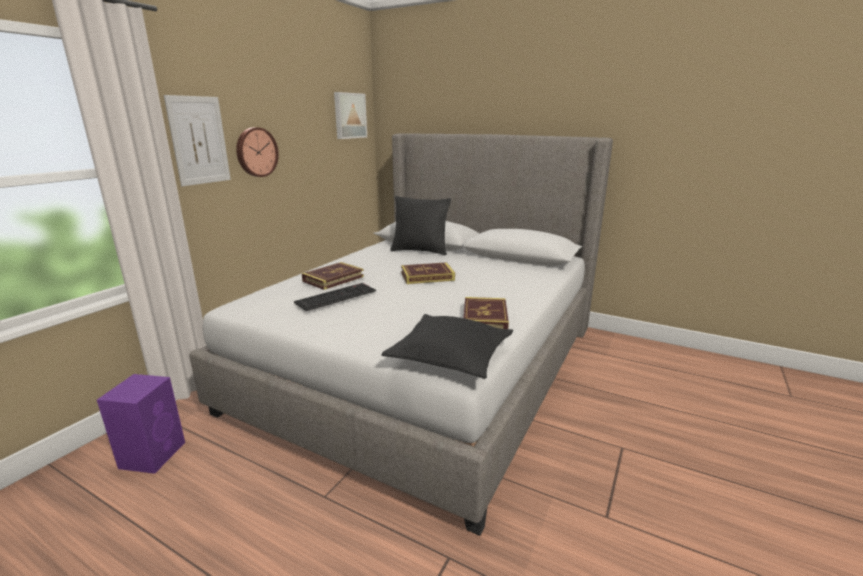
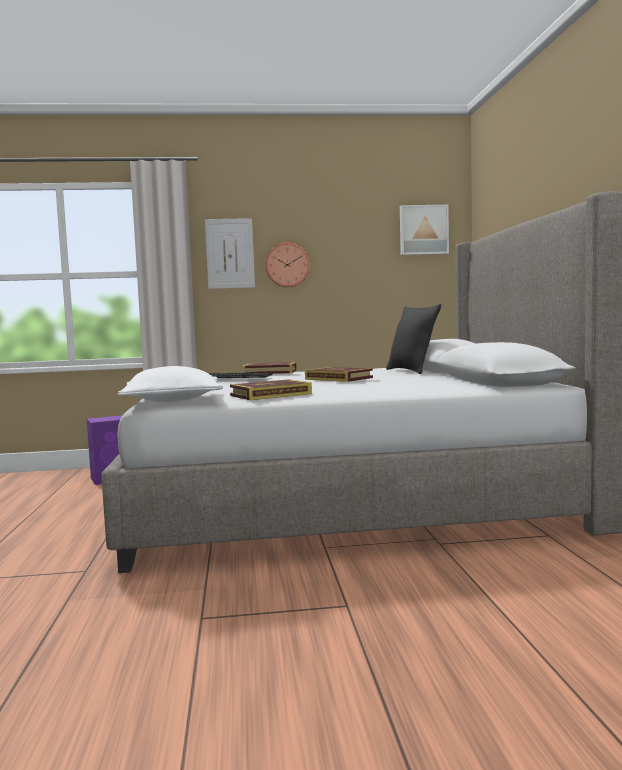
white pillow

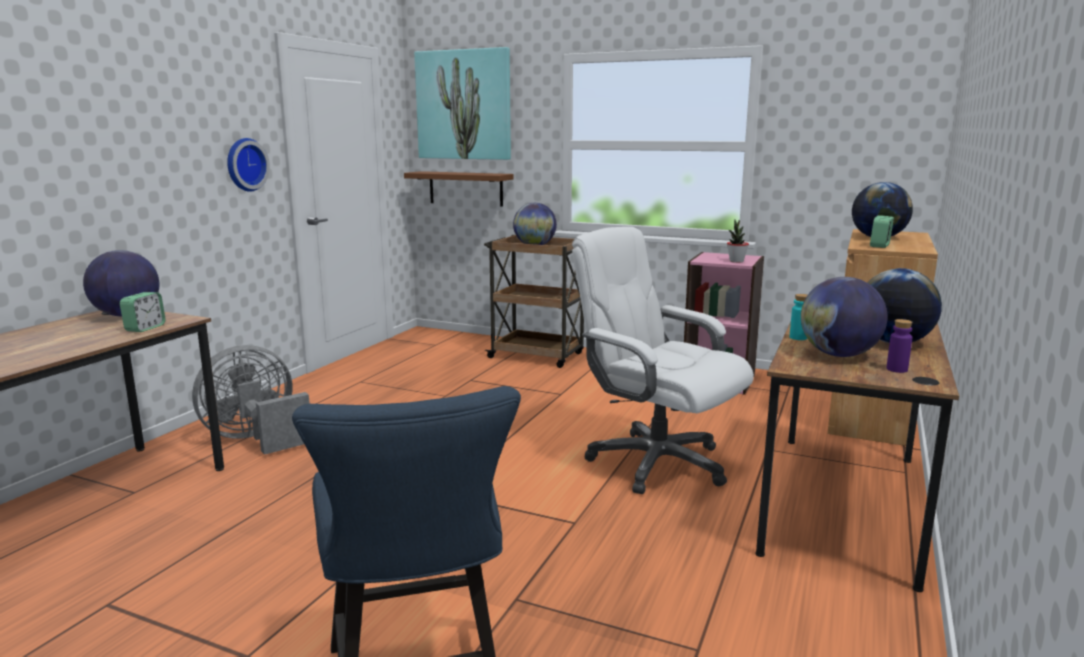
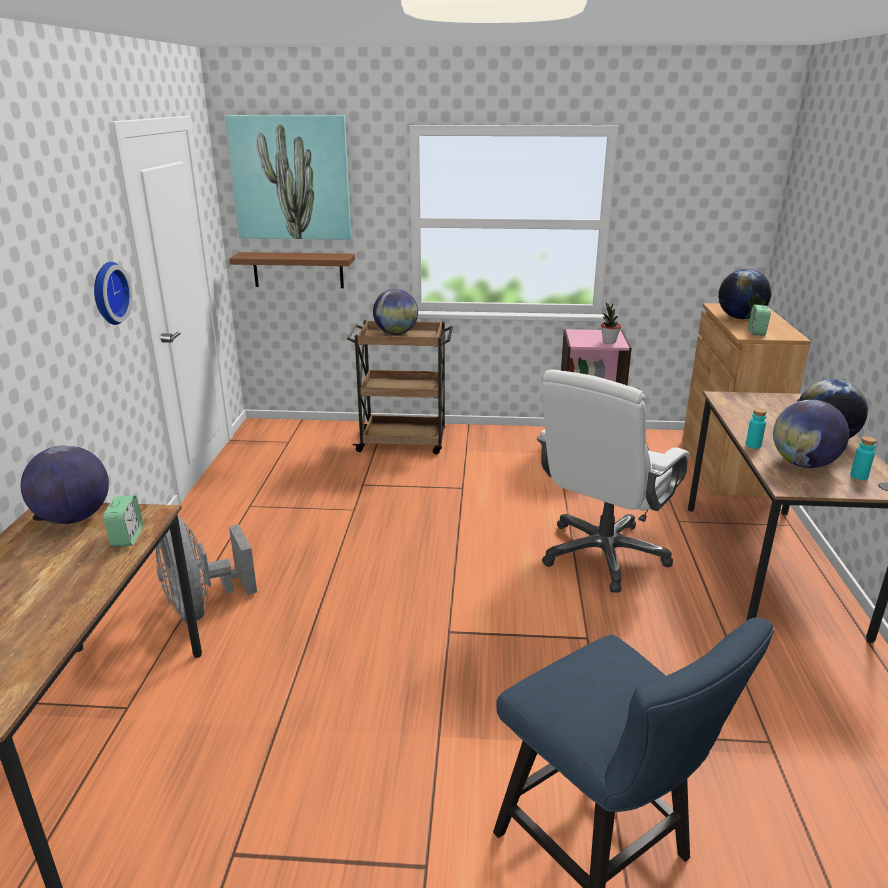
white office chair; turquoise bottle (no. 2 from left); grey fan

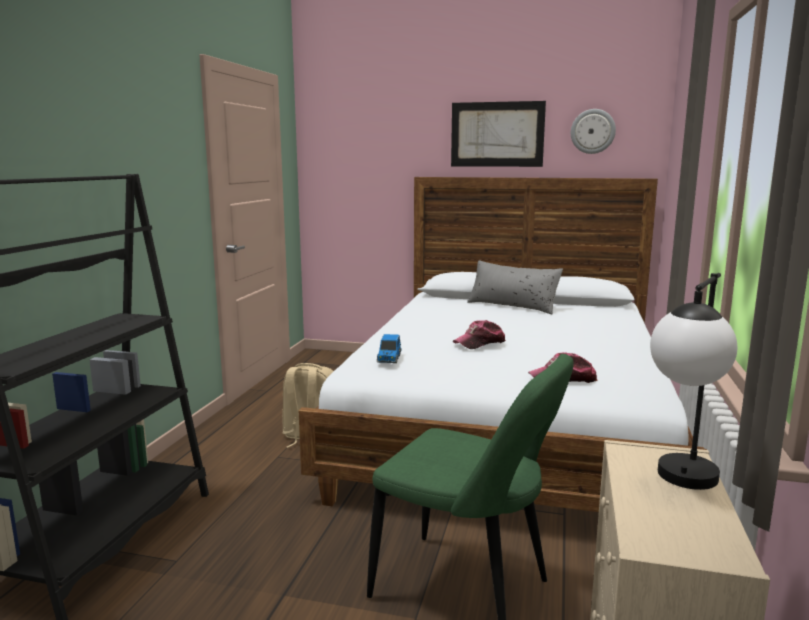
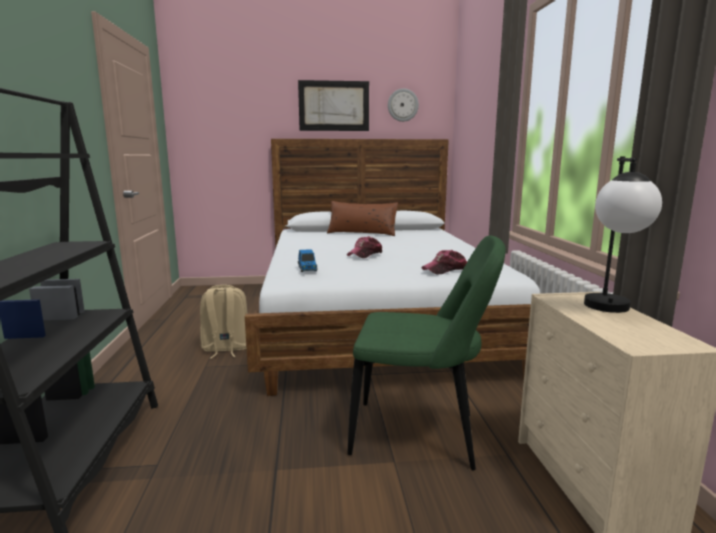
brown pillow

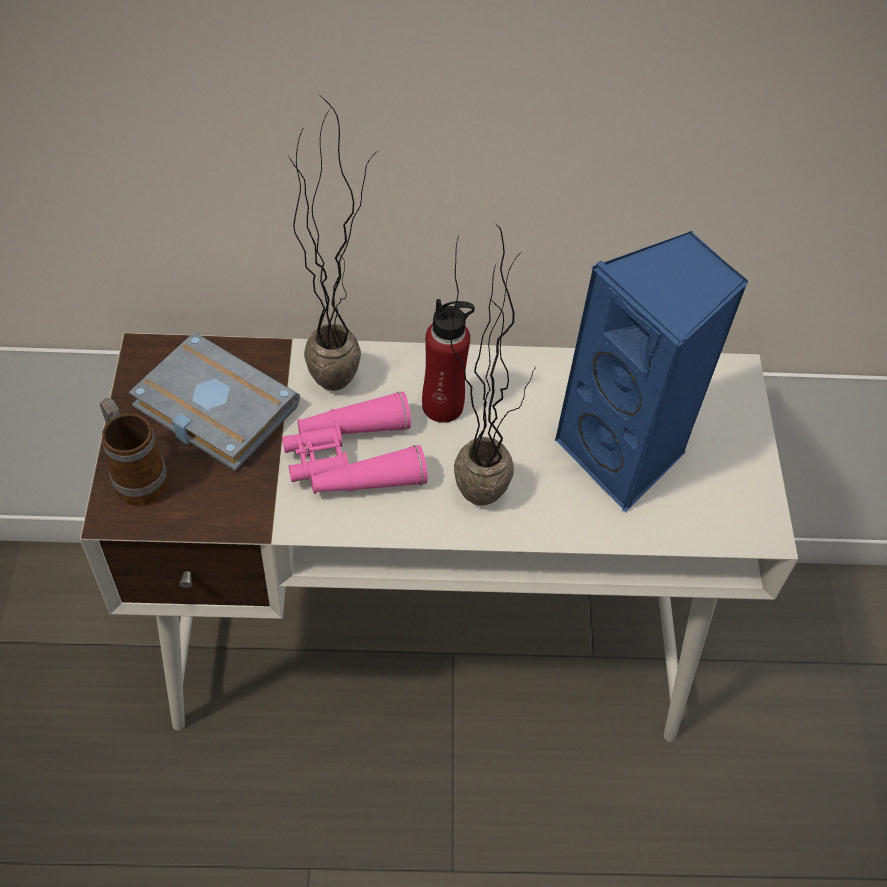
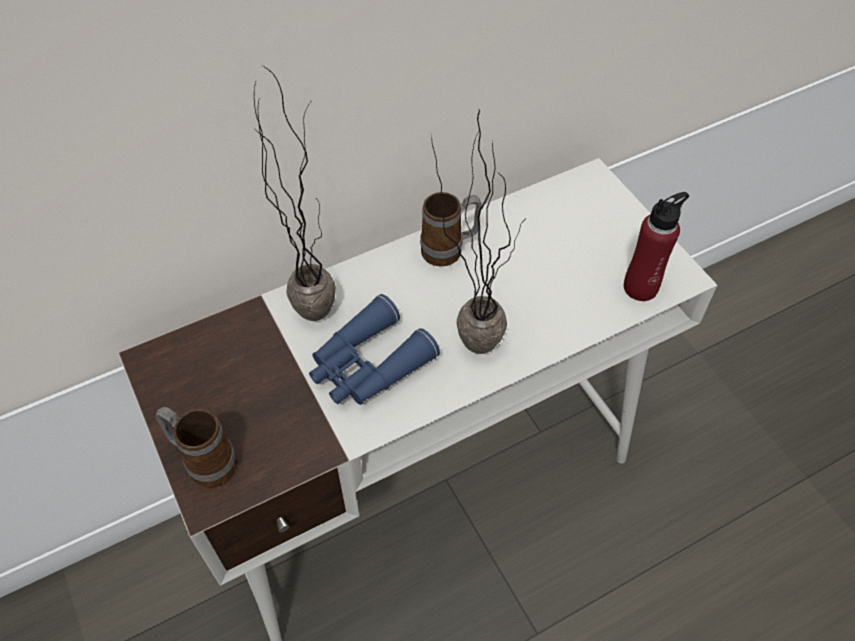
blue speaker; red bottle; grey book; blue binoculars; mug (no. 2 from left)

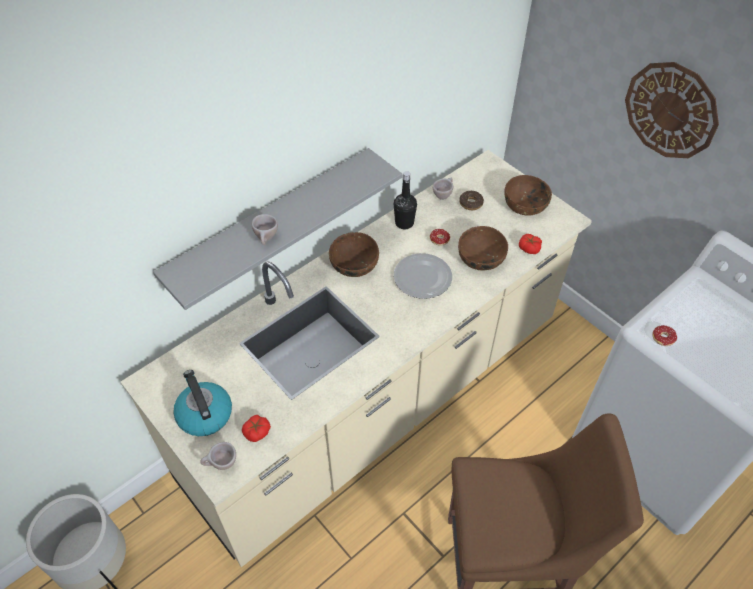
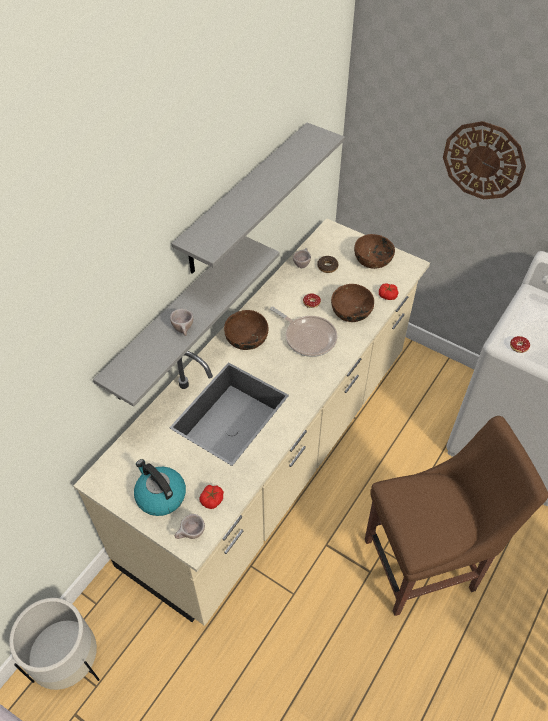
black bottle; frying pan; grey shelf (no. 2 from left)

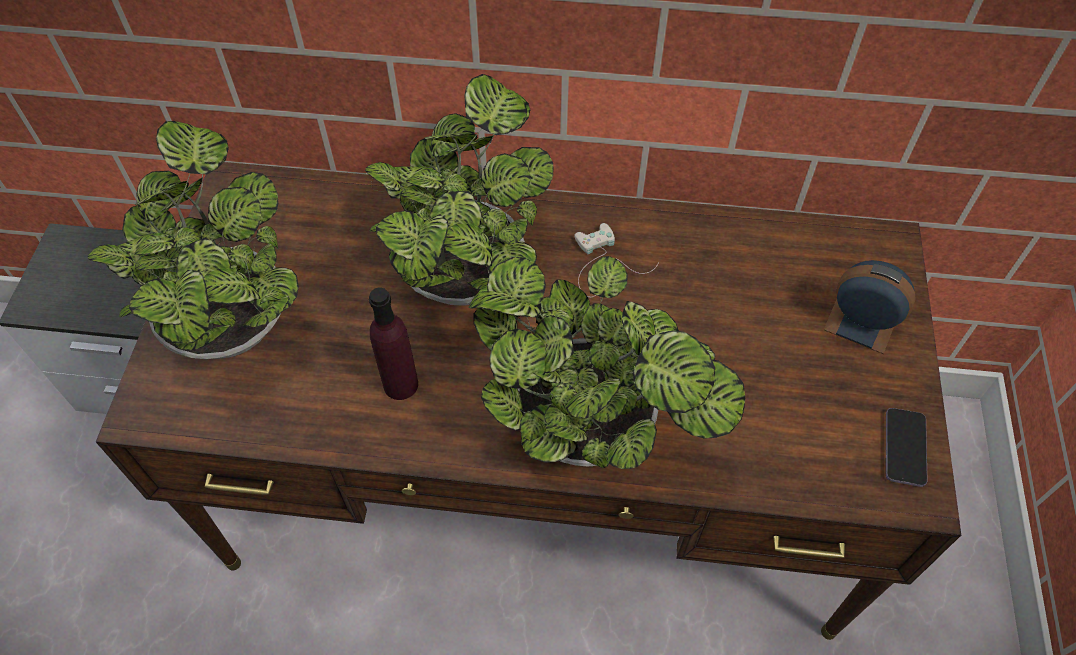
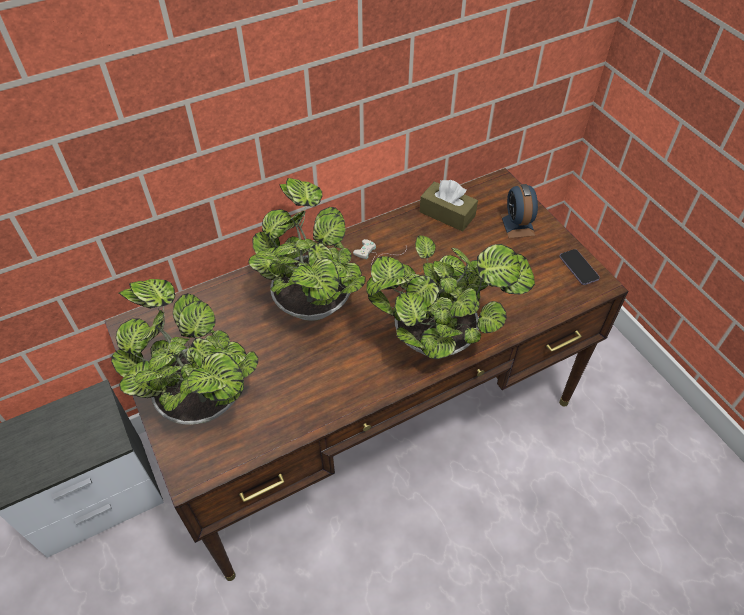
alarm clock; purple bottle; brown tissue box

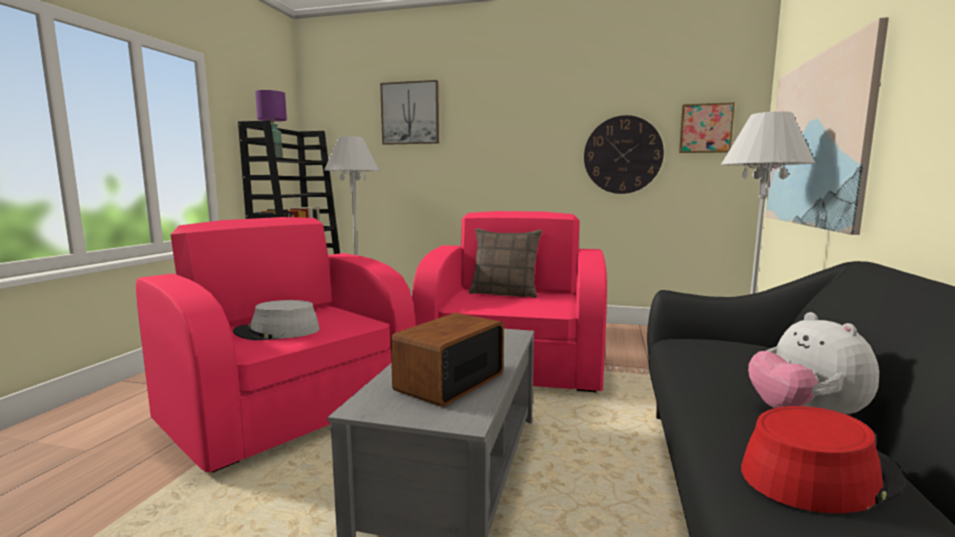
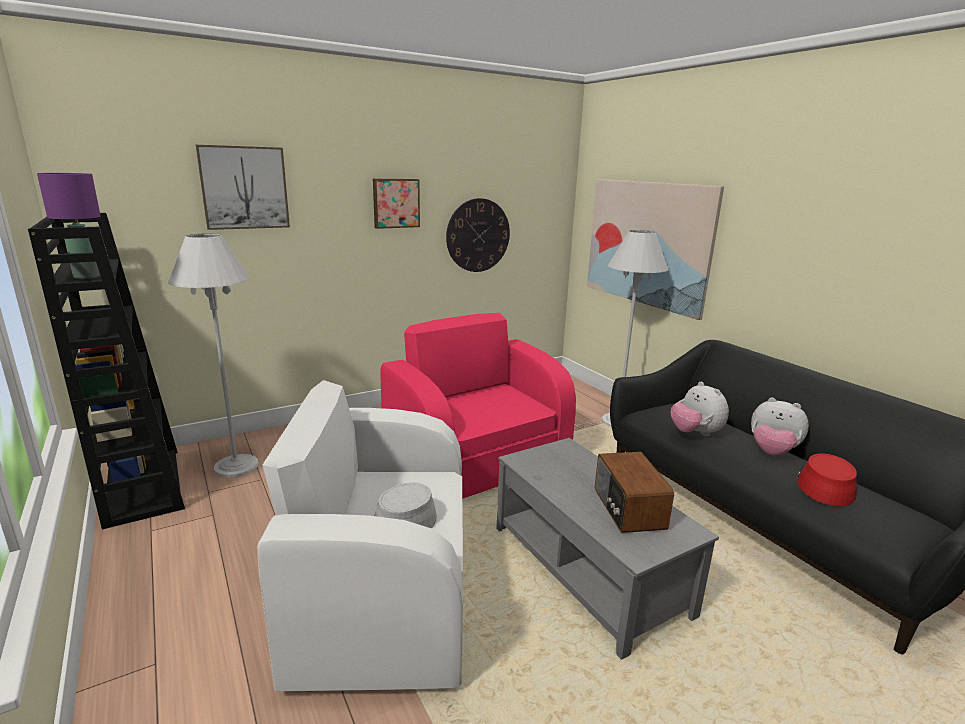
picture (no. 2 from left); white armchair; pillow; plush toy (no. 1 from left)

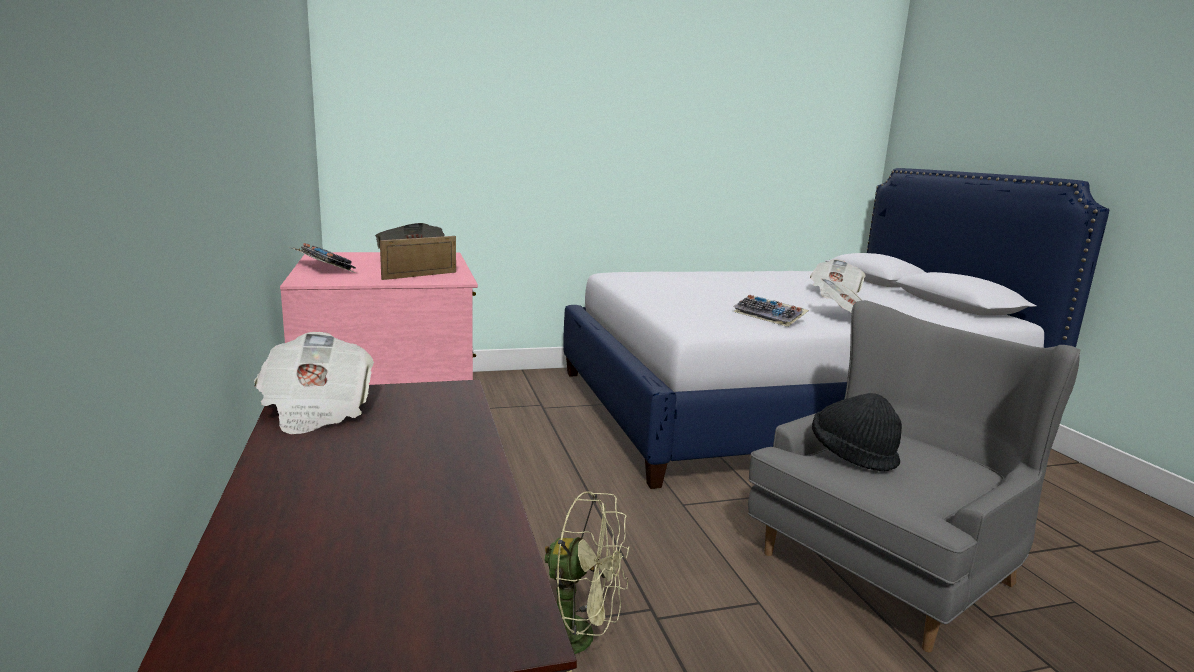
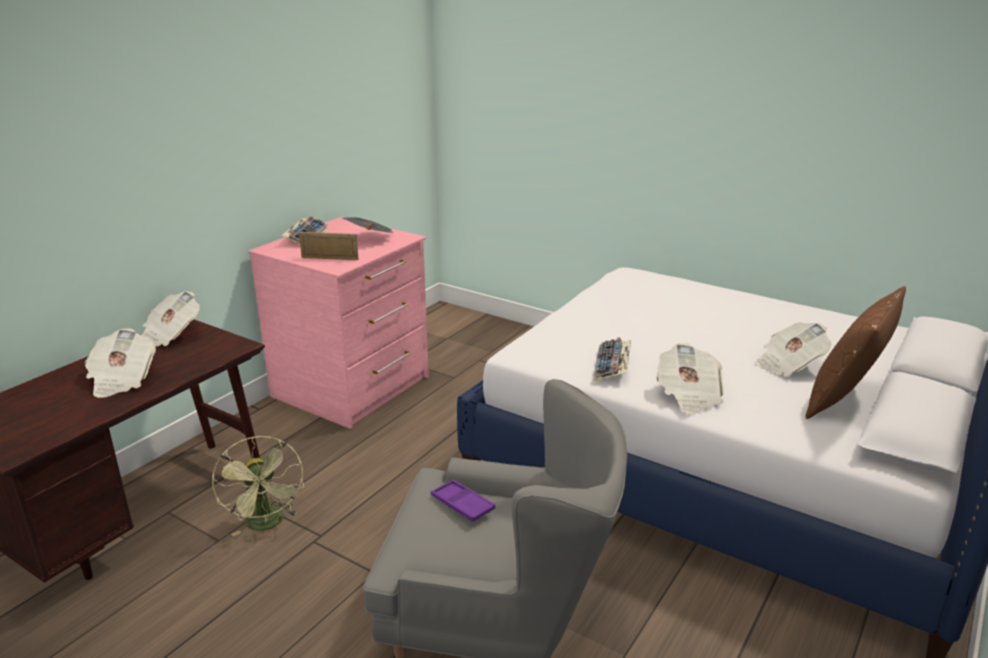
purple tray; brown pillow; newspaper (no. 1 from left)

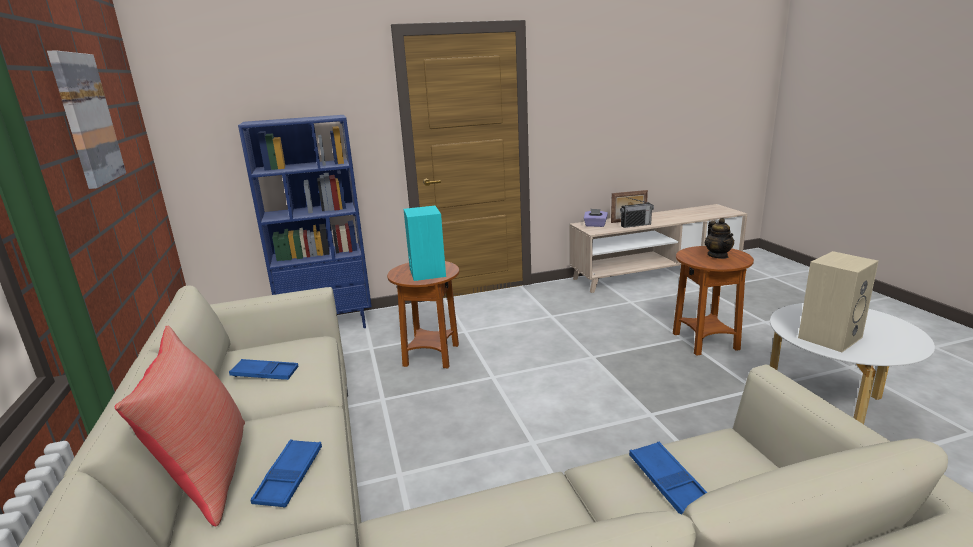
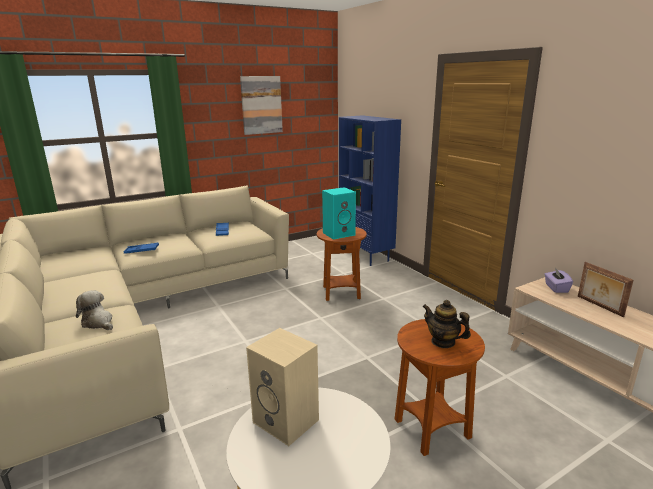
radio; teapot; red pillow; plush toy

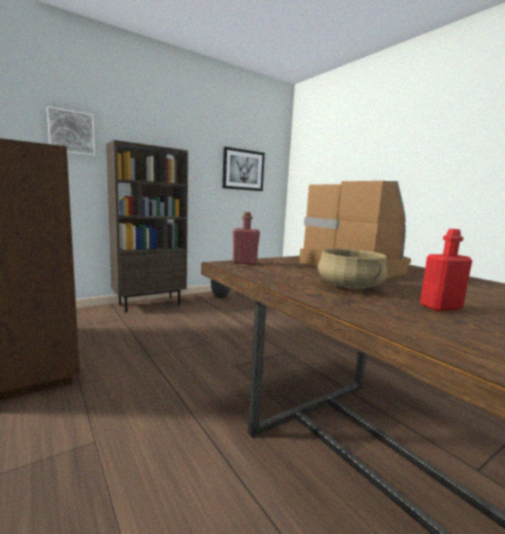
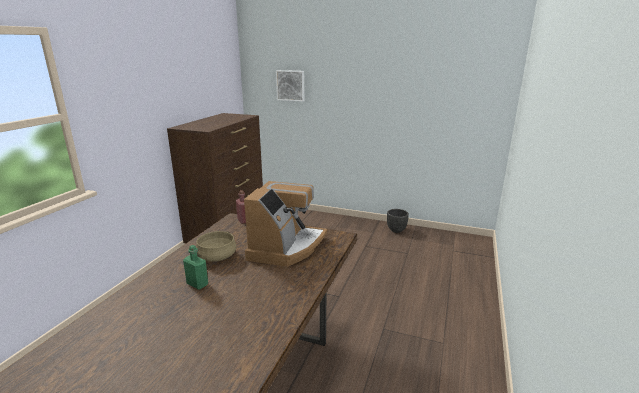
brown bookcase; picture (no. 2 from left in the first image); green bottle

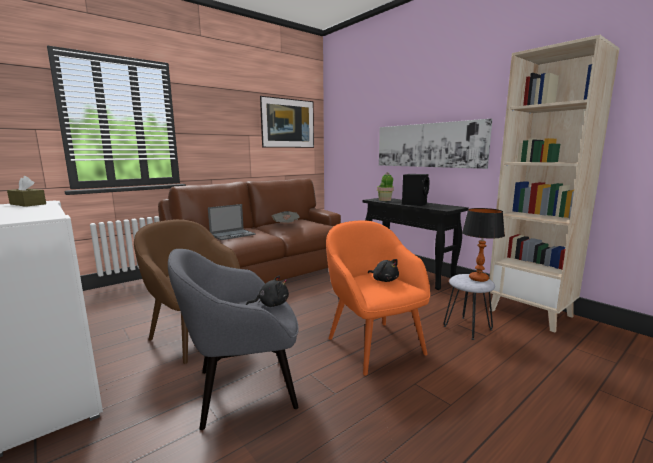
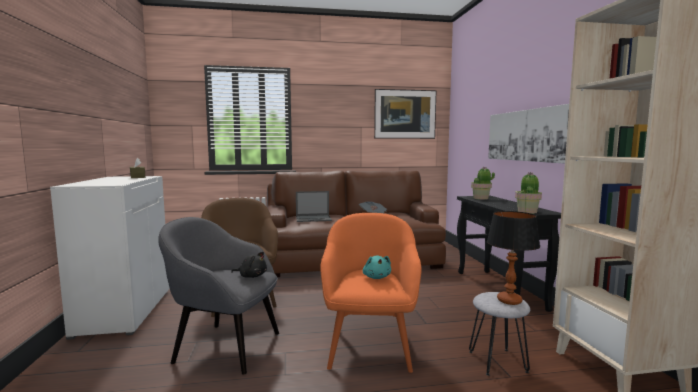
black speaker; turquoise plush toy; potted plant (no. 2 from left)

